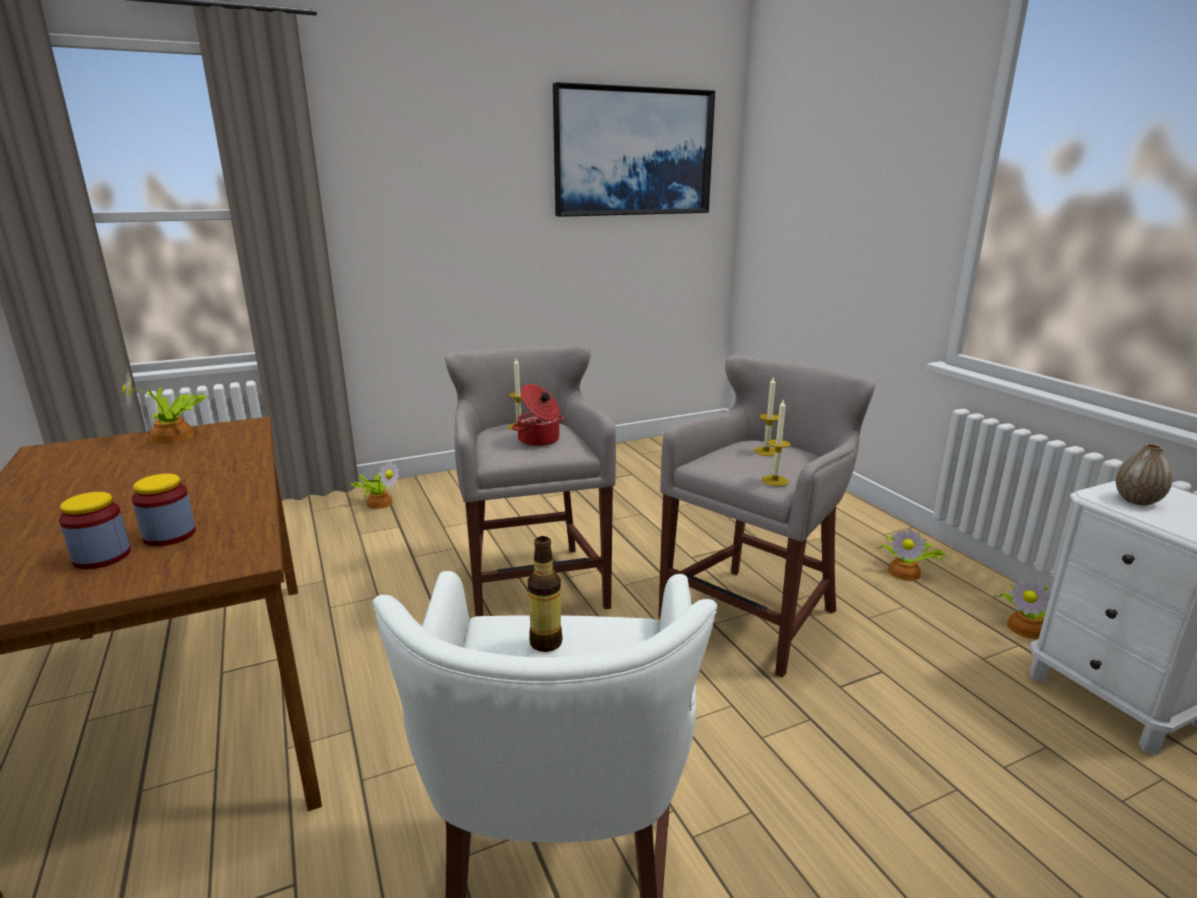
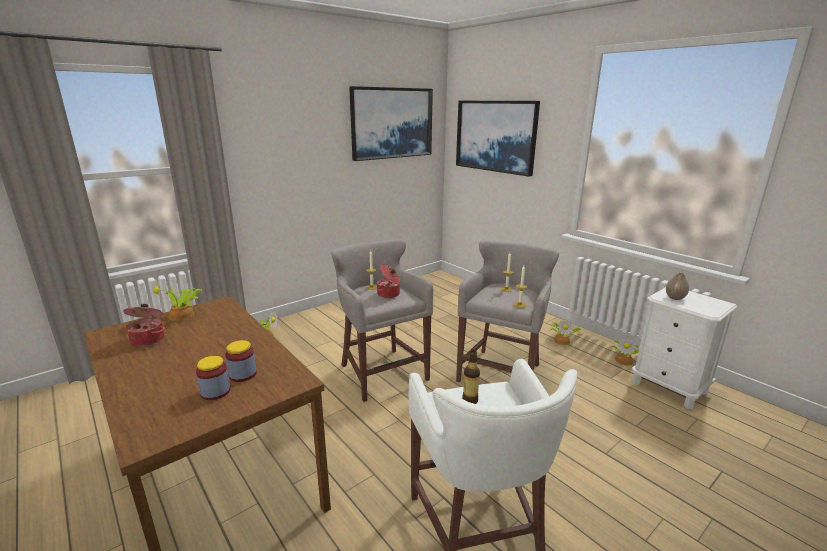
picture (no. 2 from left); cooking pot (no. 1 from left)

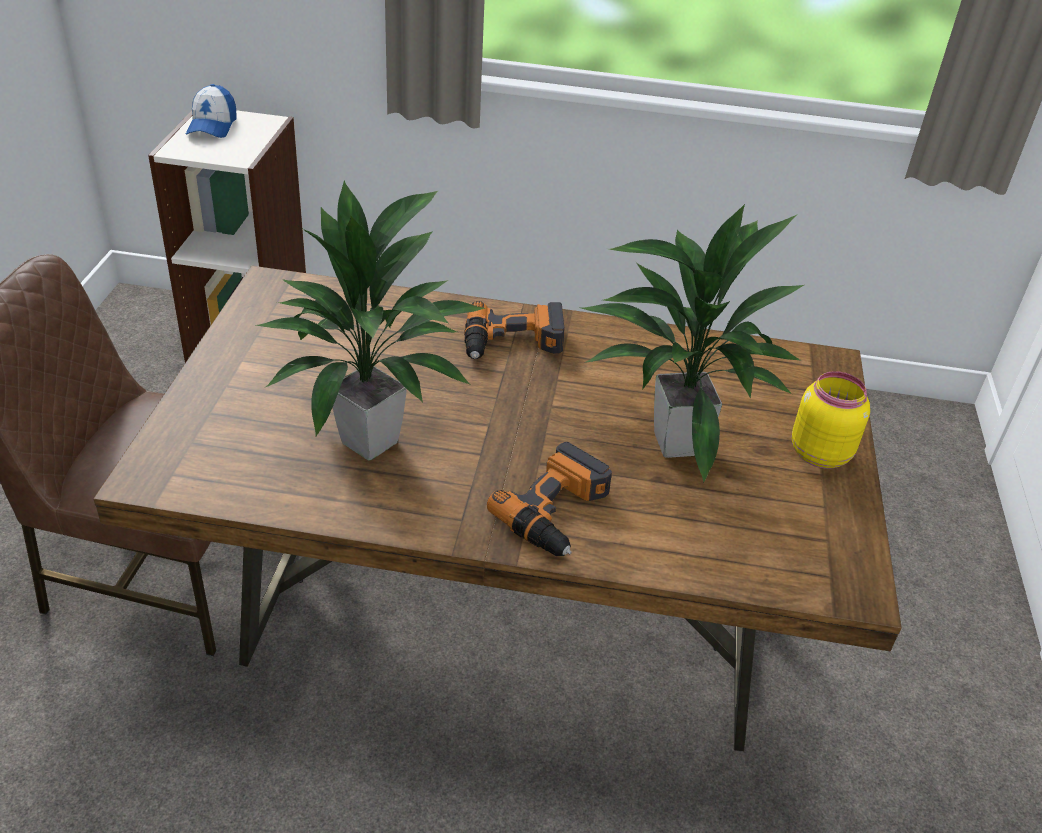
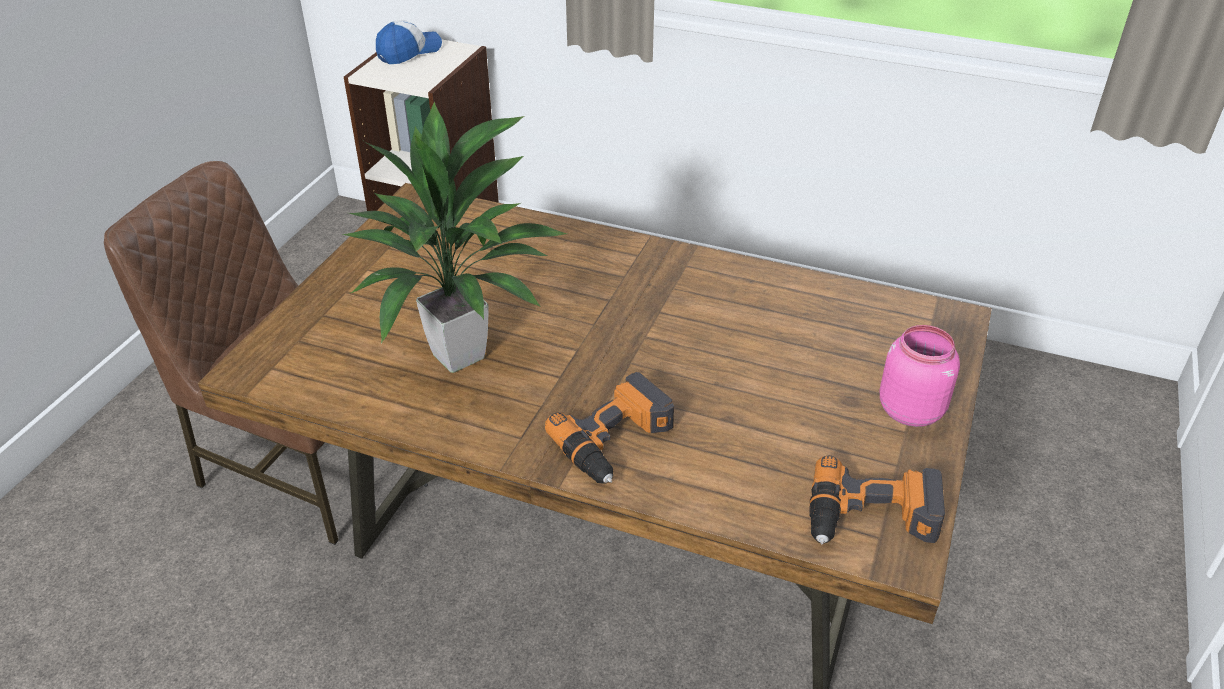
cap; potted plant (no. 2 from left in the first image); power drill (no. 2 from left); pink jar

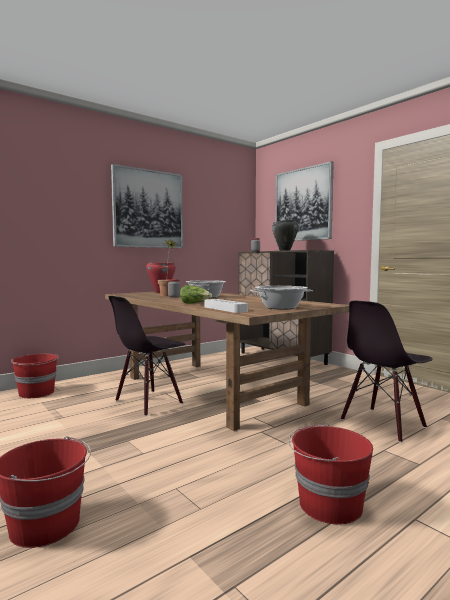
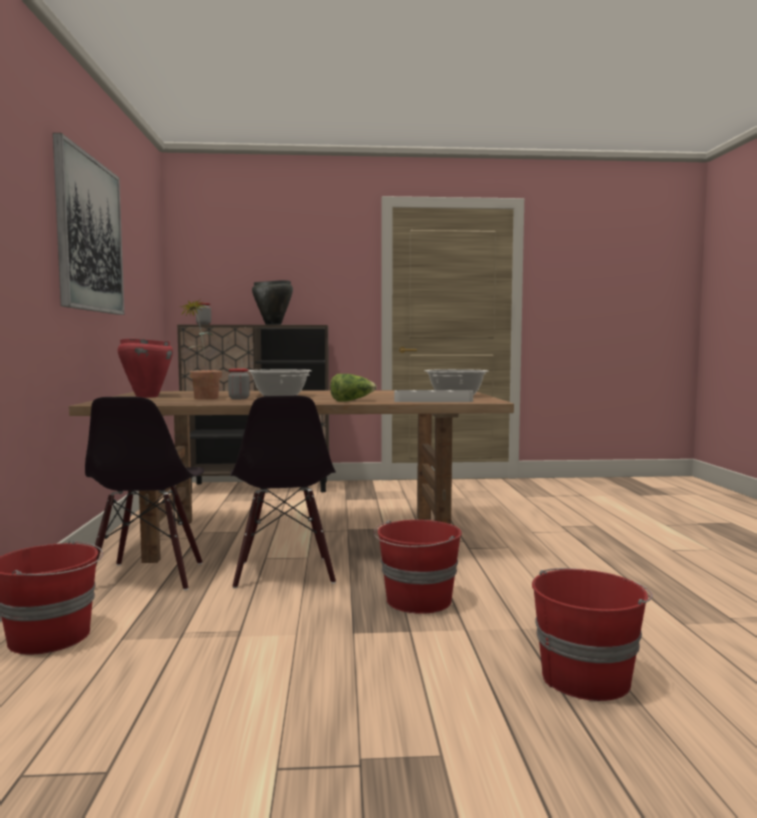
picture (no. 2 from left in the first image); black chair (no. 1 from left); red bucket (no. 2 from left)

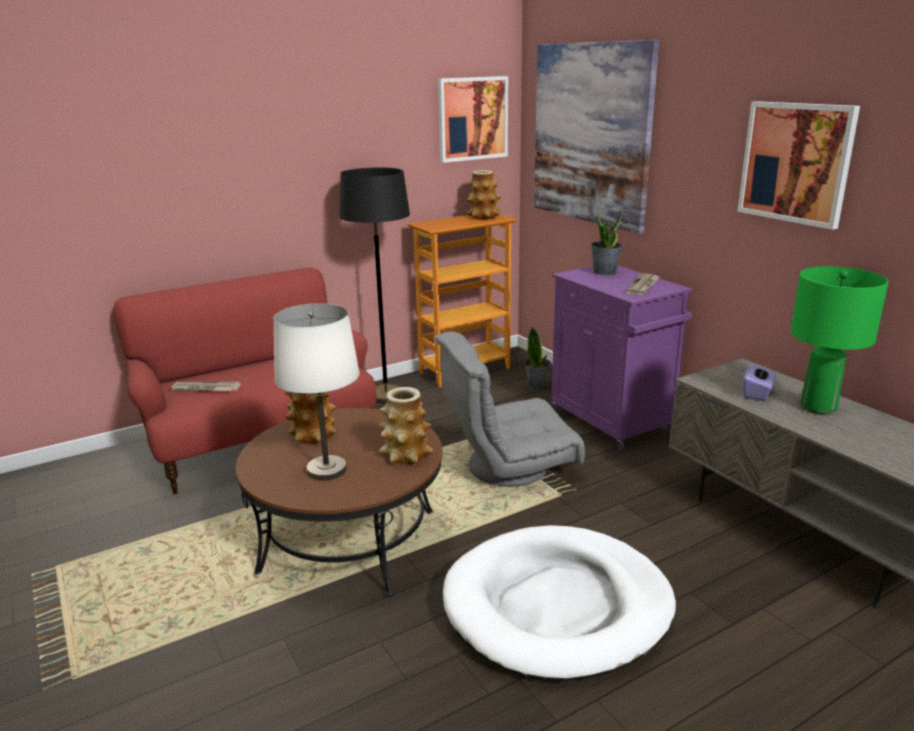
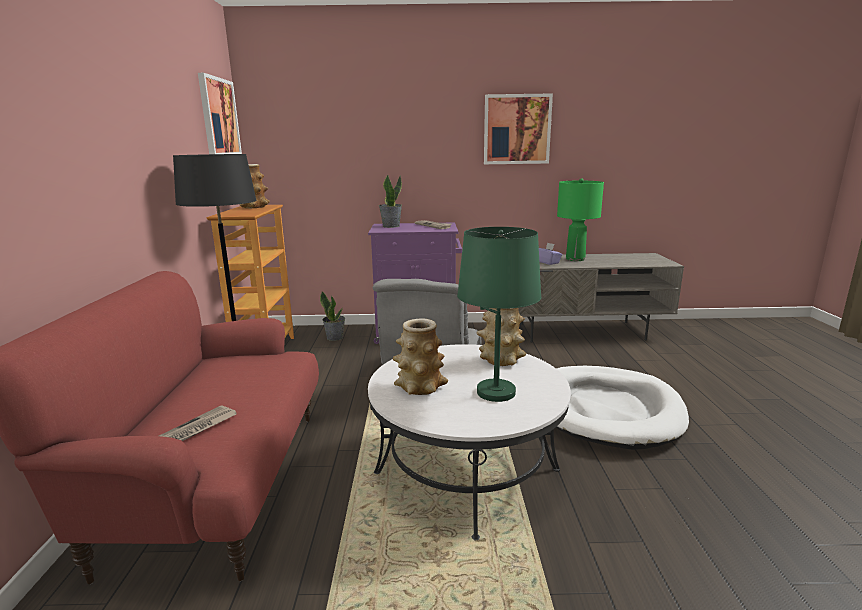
picture (no. 2 from left in the first image); green table lamp (no. 1 from left); white coffee table

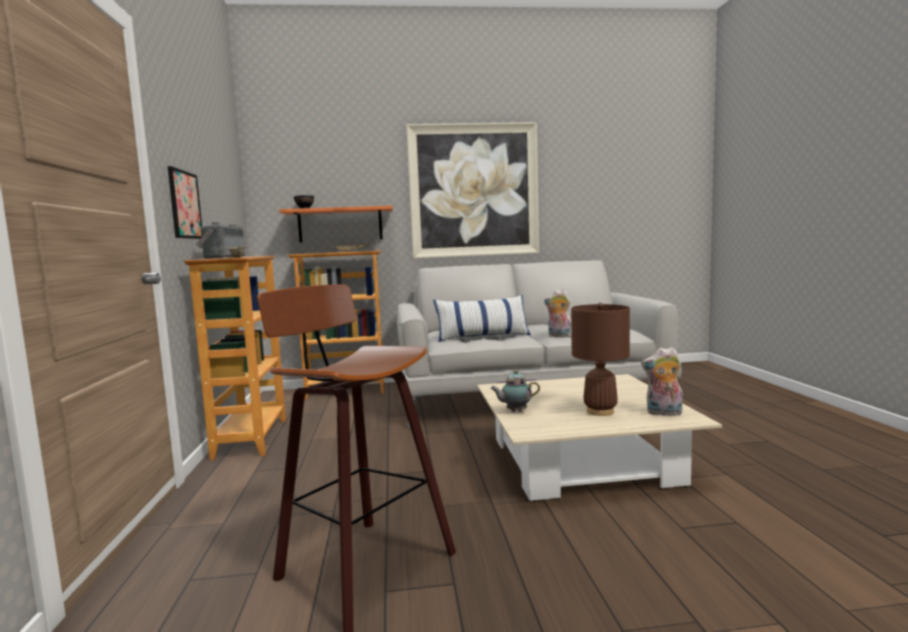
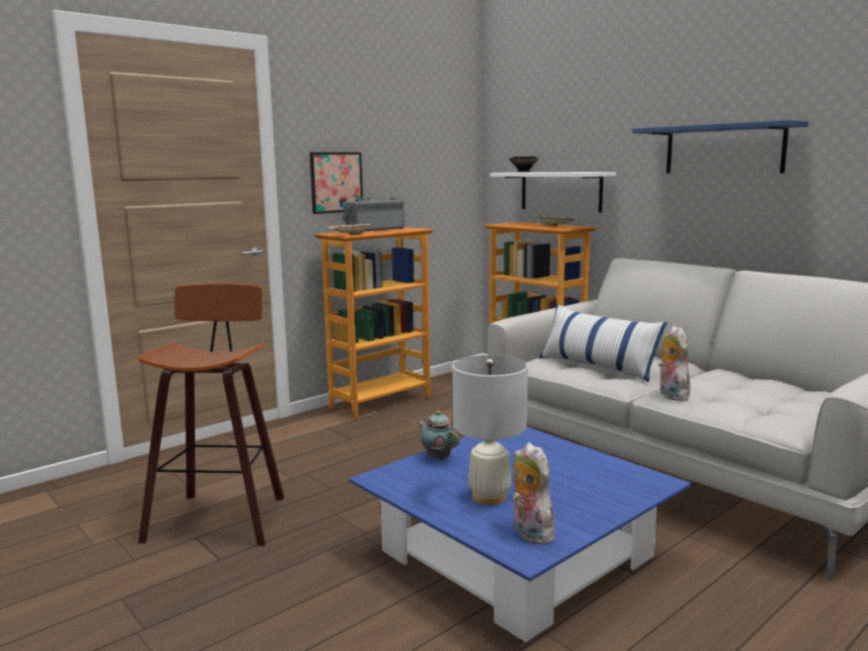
blue shelf; white shelf; white table lamp; blue coffee table

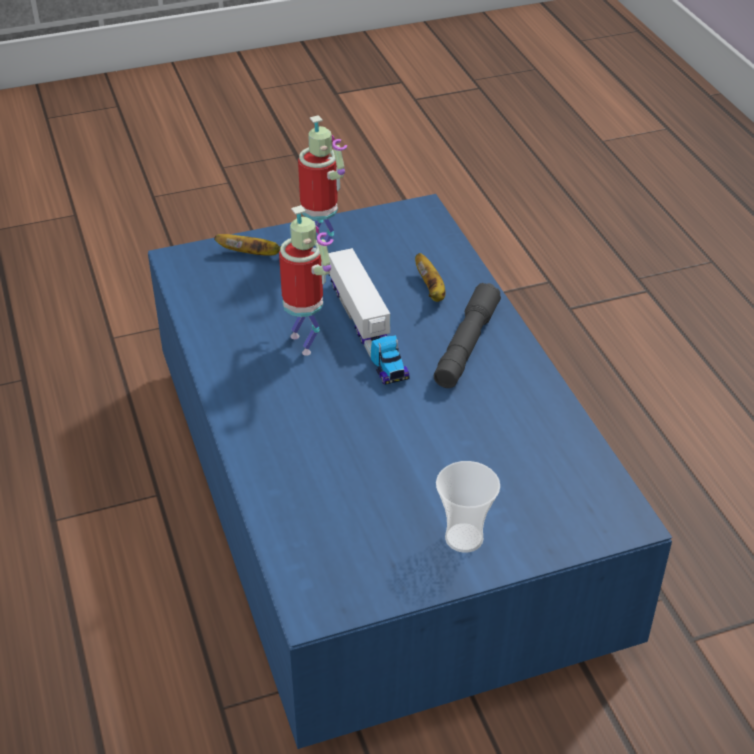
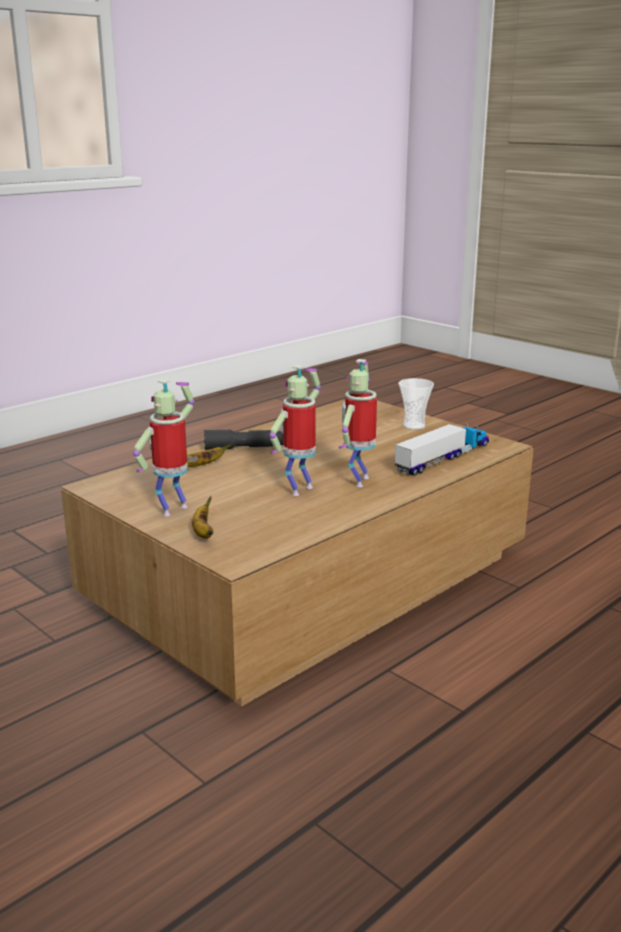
brown coffee table; toy truck; toy robot (no. 3 from left)

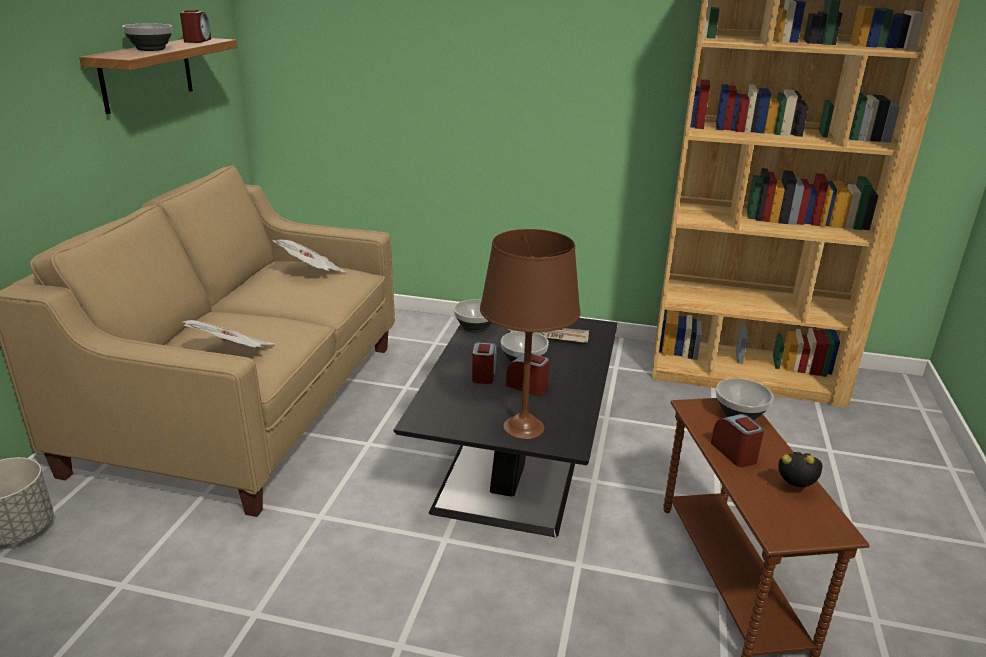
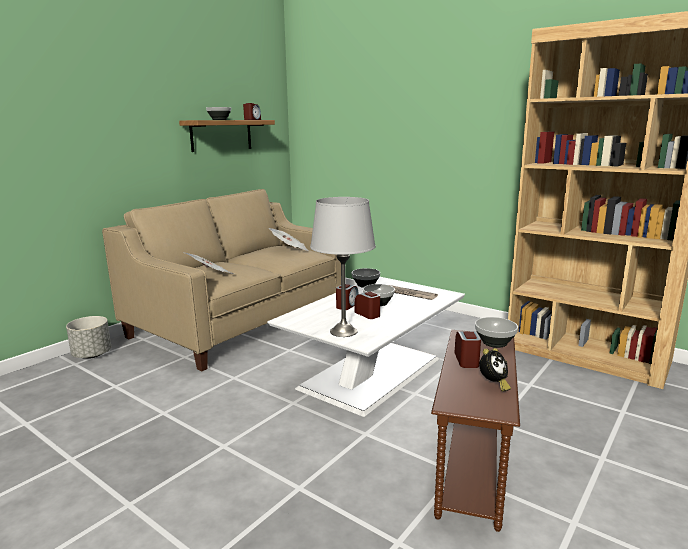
grey table lamp; white coffee table; alarm clock (no. 5 from left)

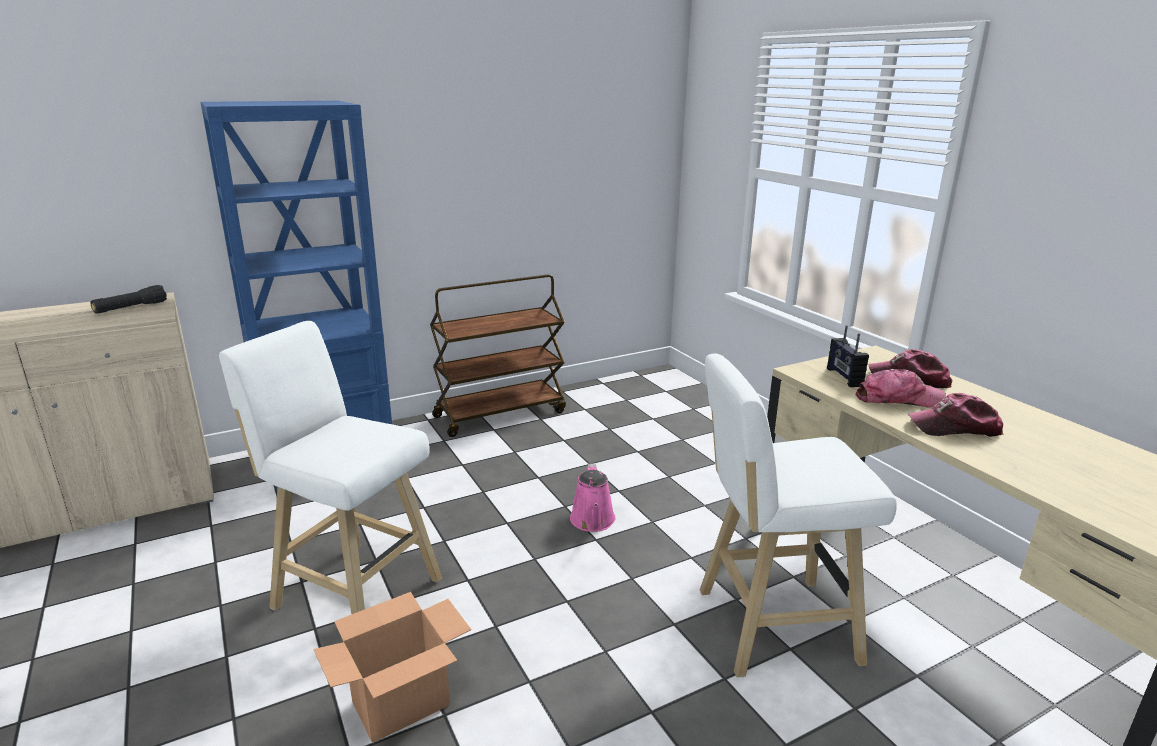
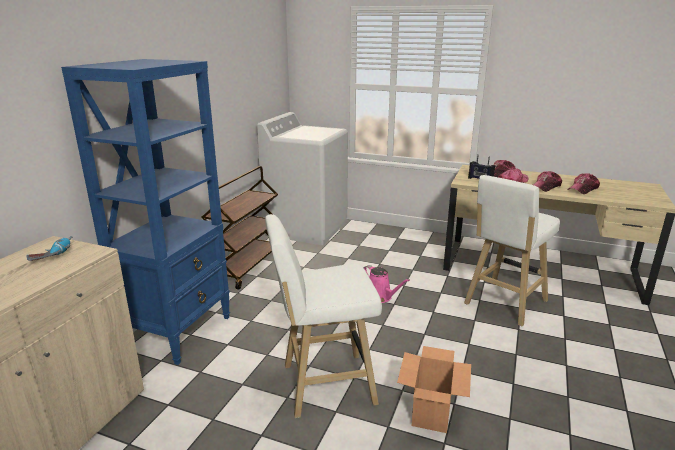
power drill; white washing machine; cap (no. 4 from left)

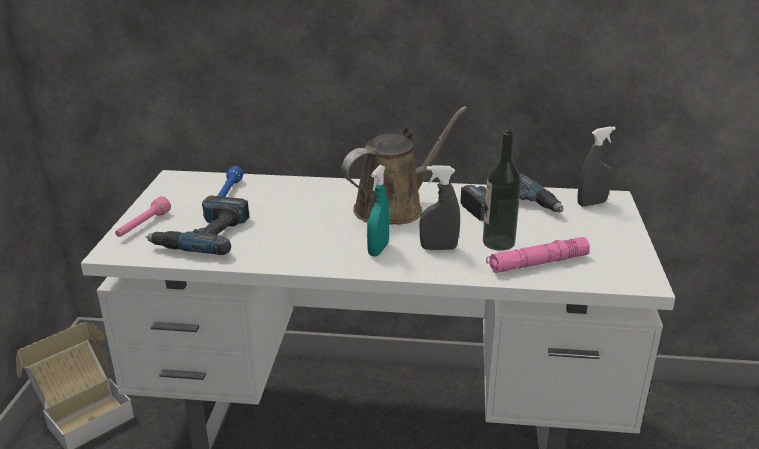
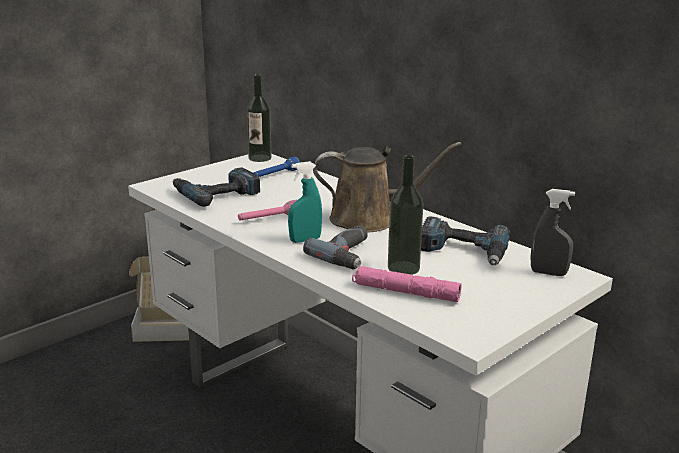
power drill (no. 2 from left); pink flashlight (no. 1 from left); bottle (no. 1 from left)

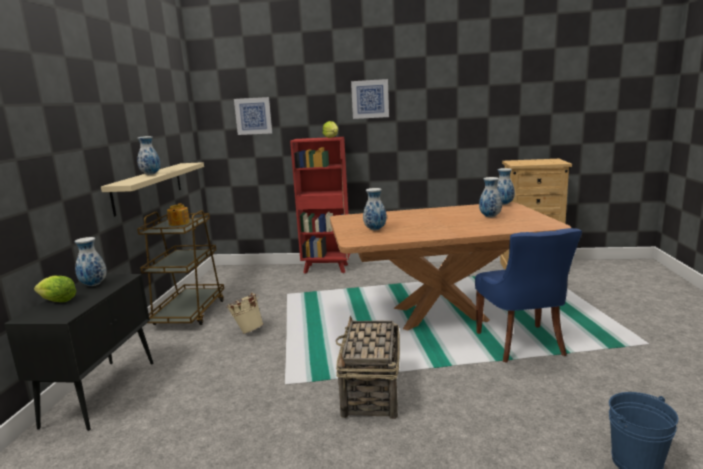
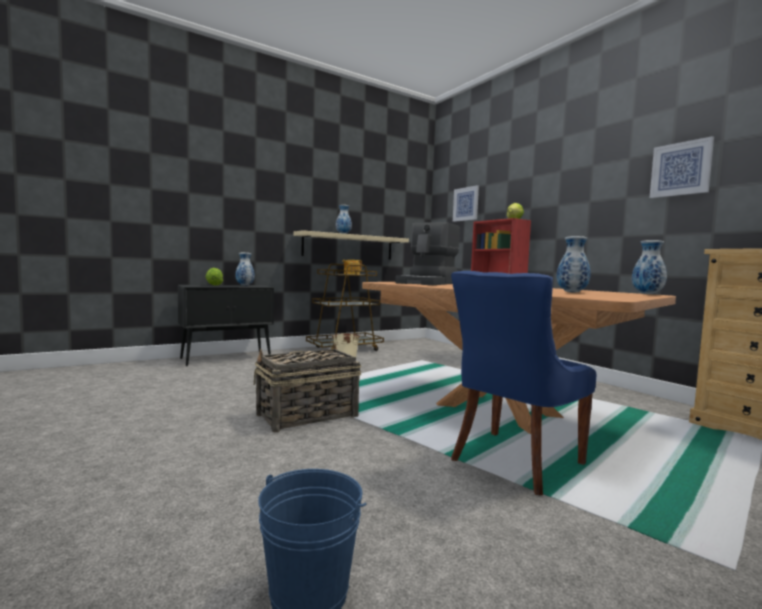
picture (no. 2 from left); coffee machine

